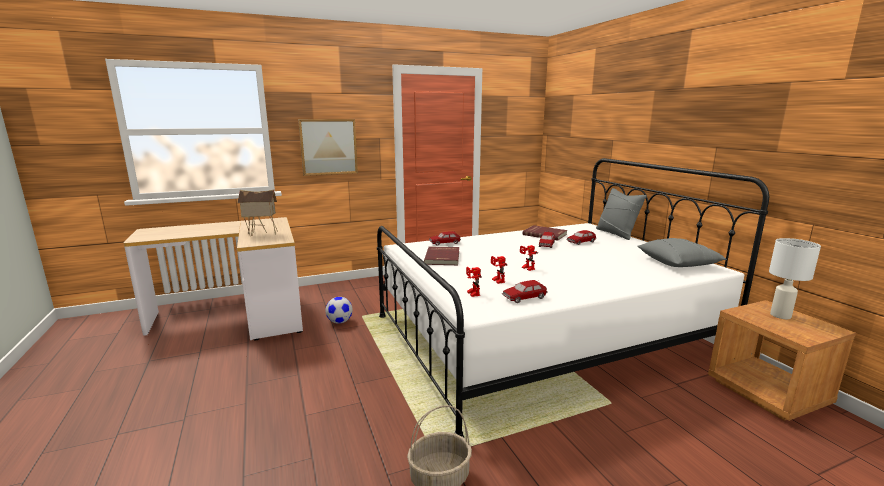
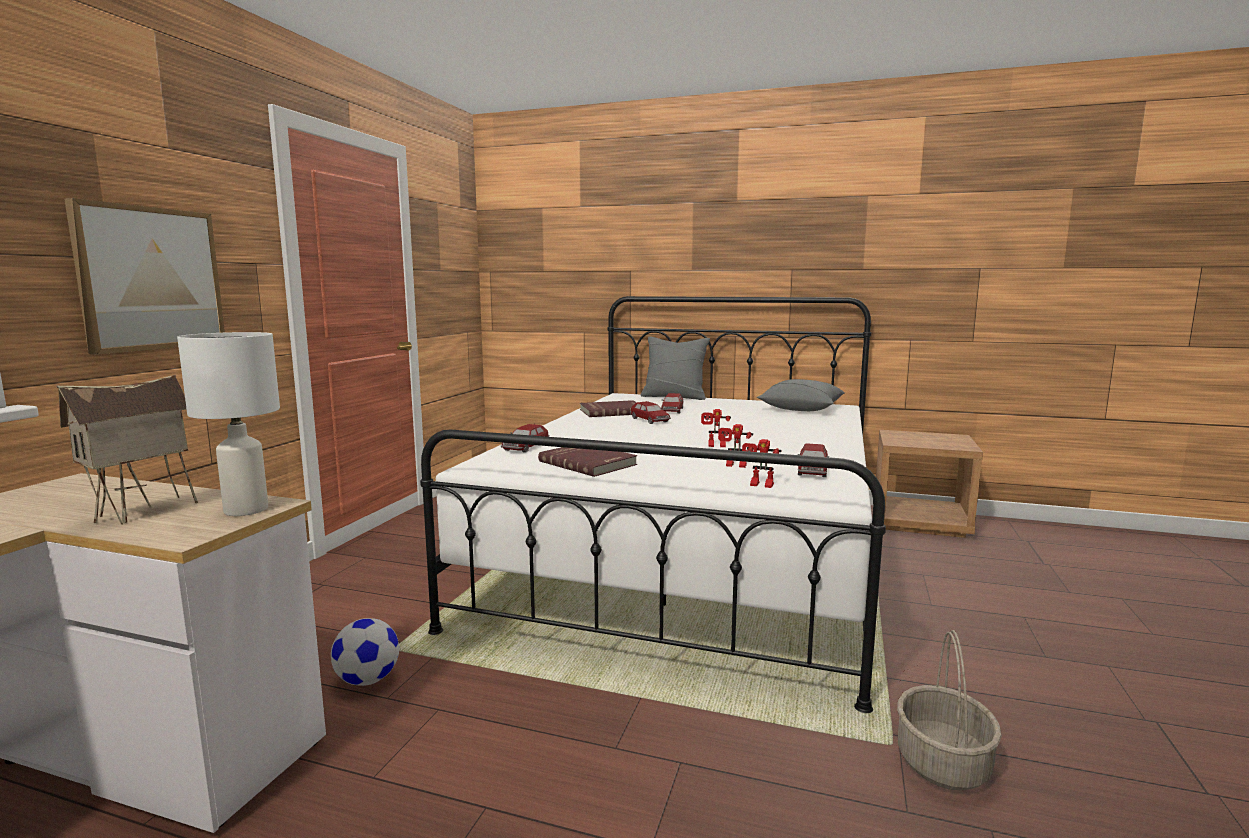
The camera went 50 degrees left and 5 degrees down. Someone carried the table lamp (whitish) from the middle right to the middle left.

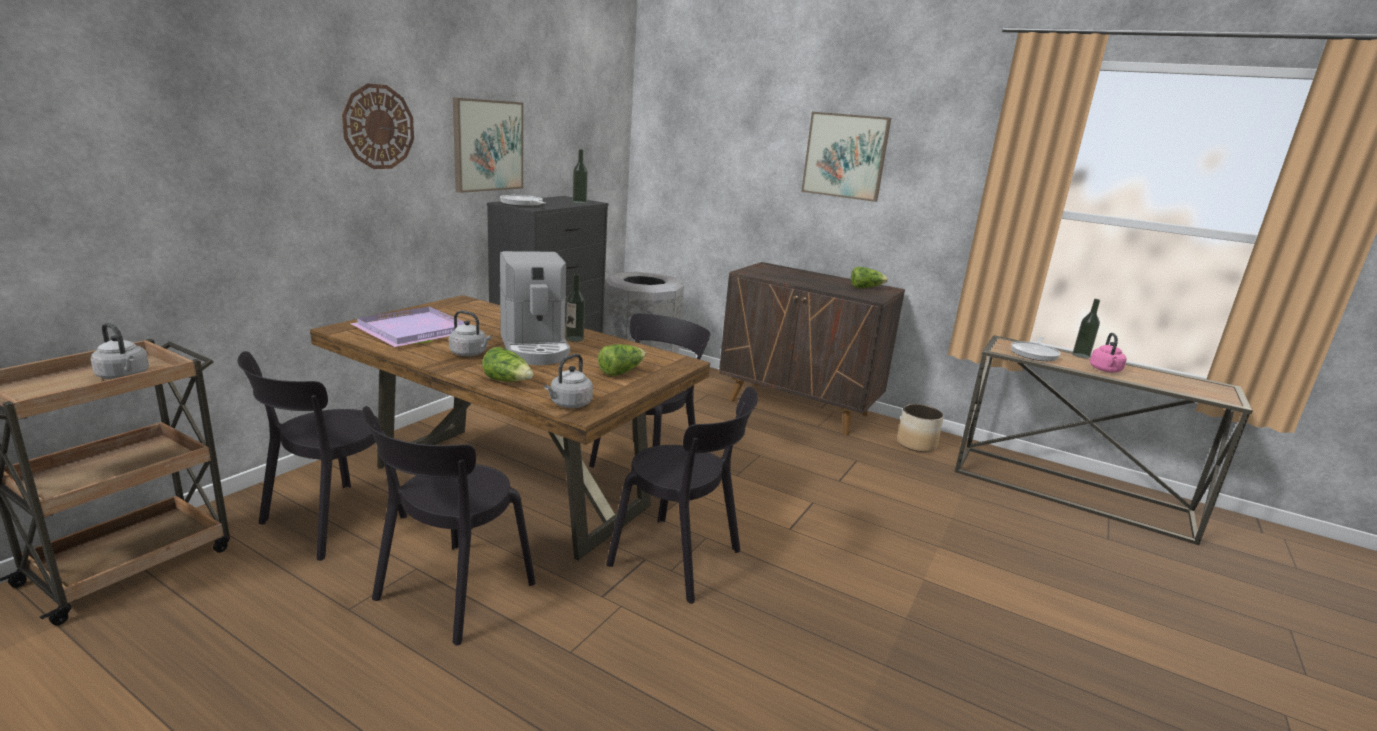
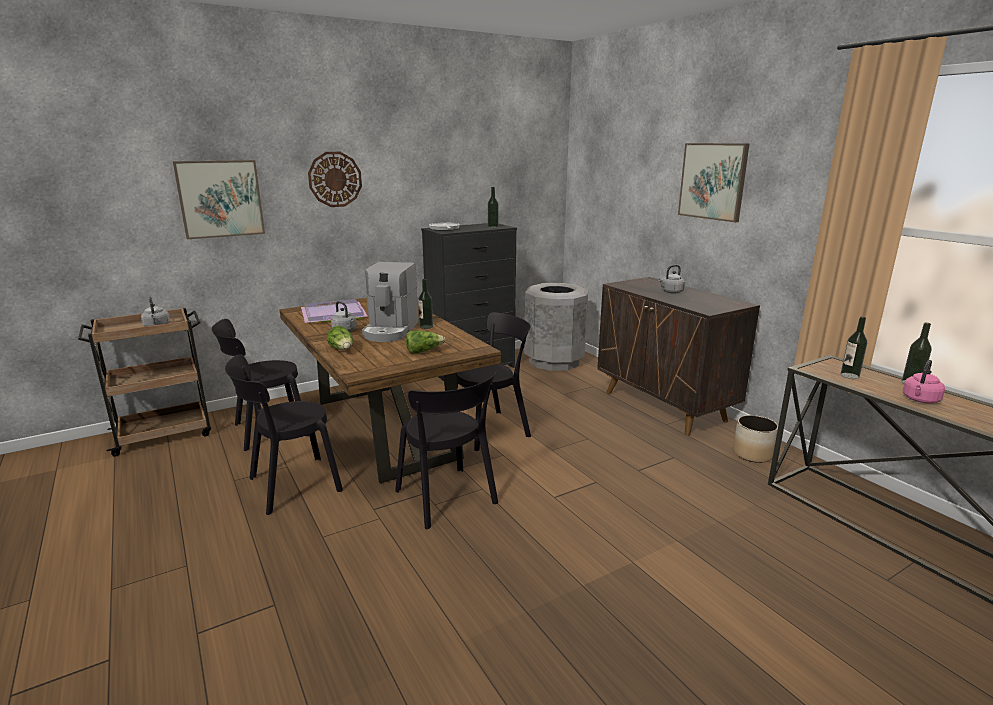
The camera went 30 degrees right and 0 degrees up. Someone took away the head of lettuce (3rd from left) at the centre. Someone carried the picture (1st from left) from the top centre to the top left. Someone carried the tea kettle (grey) (3rd from left) from the centre to the middle right. Someone swapped the pan (2nd from left) at the middle right for the bottle (3rd from left) at the middle right.

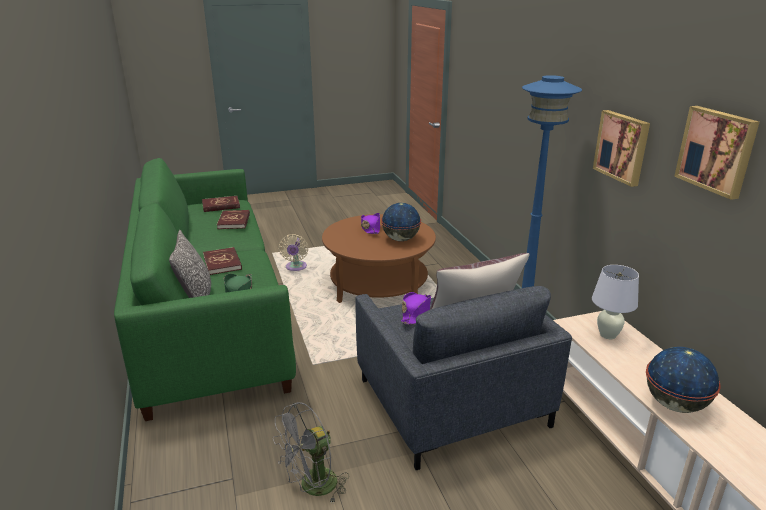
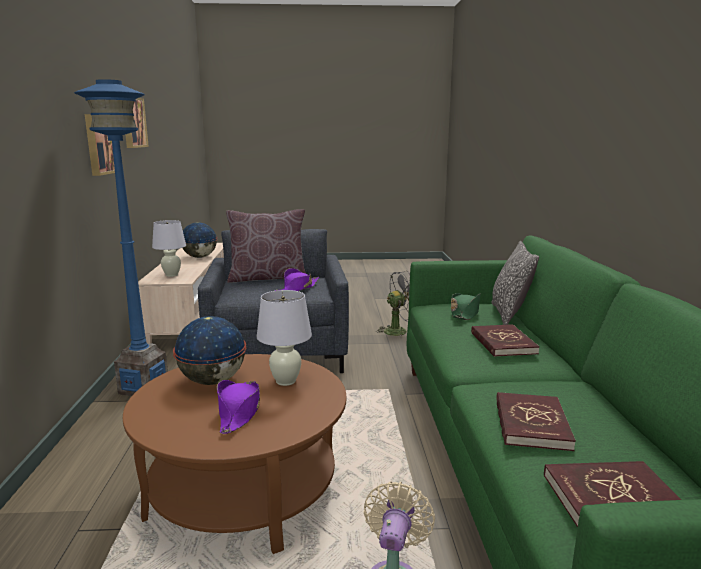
The camera went 165 degrees left and 10 degrees down. Someone put down the table lamp (whitish) (2nd from left) at the centre.

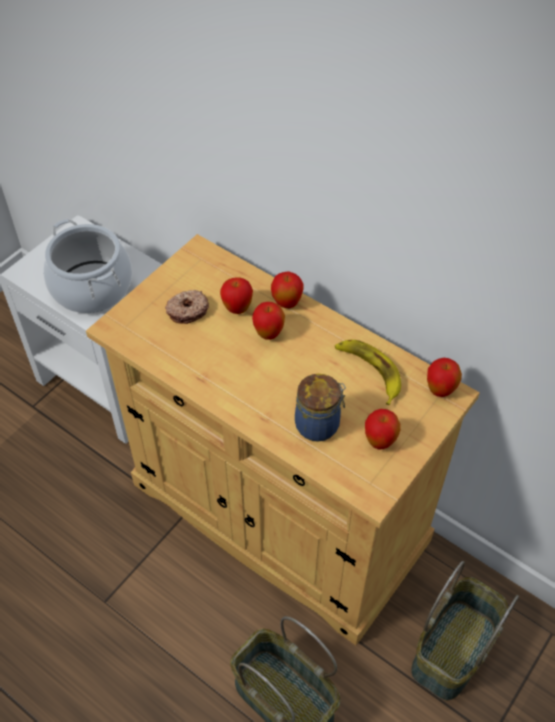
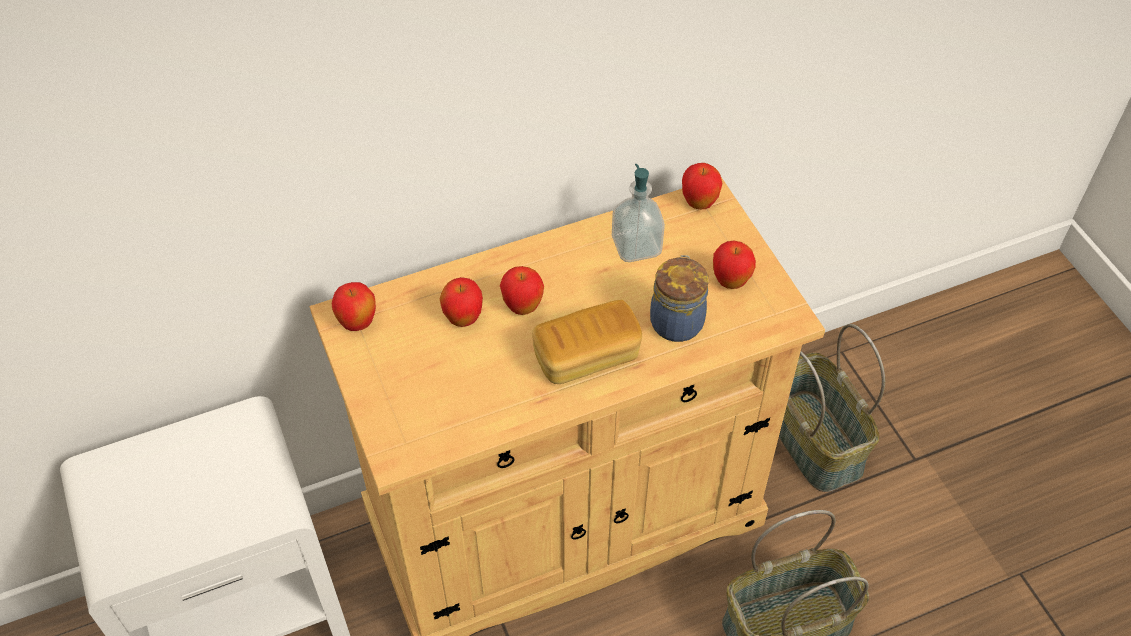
The camera went 60 degrees left and 0 degrees up. Someone took away the cooking pot at the middle left. Someone took away the donut at the centre. Someone put down the baked bread at the centre. Someone carried the whole apple (3rd from left in the first image) from the centre to the middle left. Someone swapped the banana at the centre for the soap dispenser at the centre.

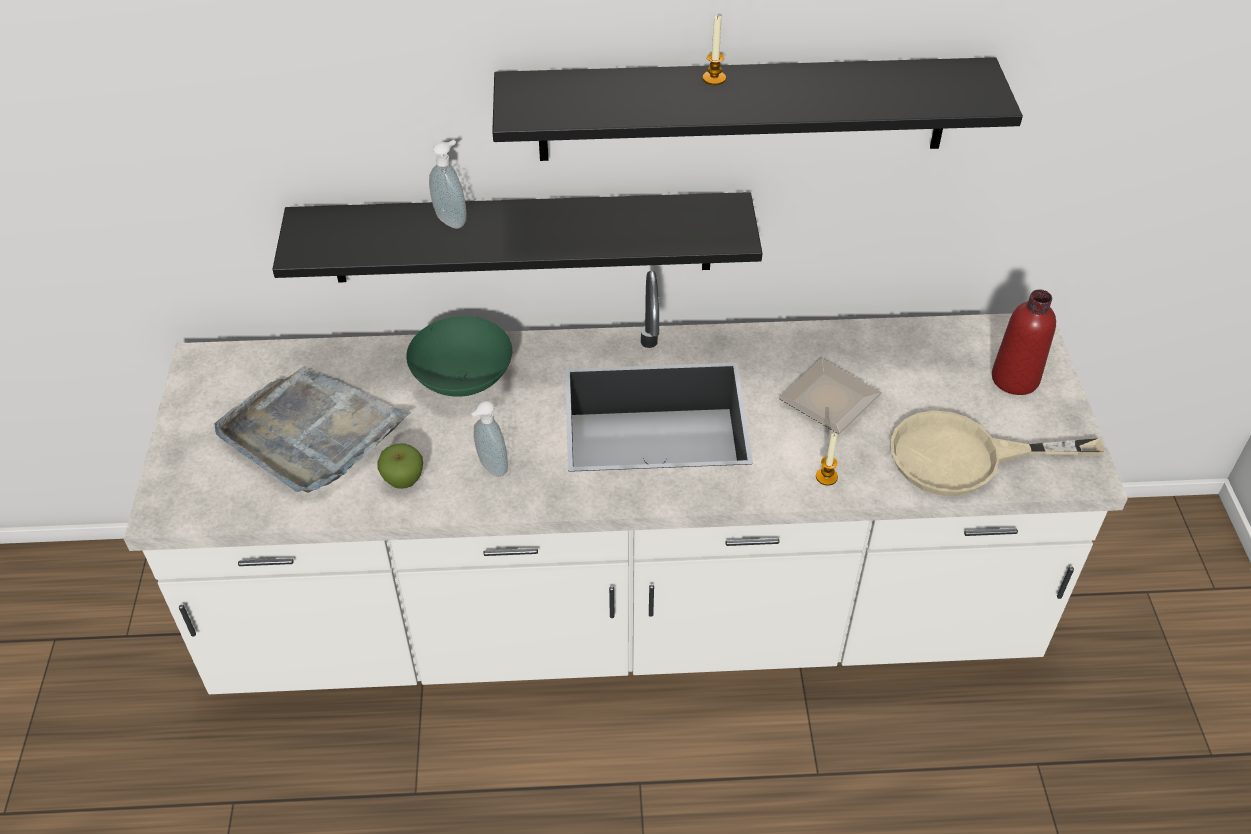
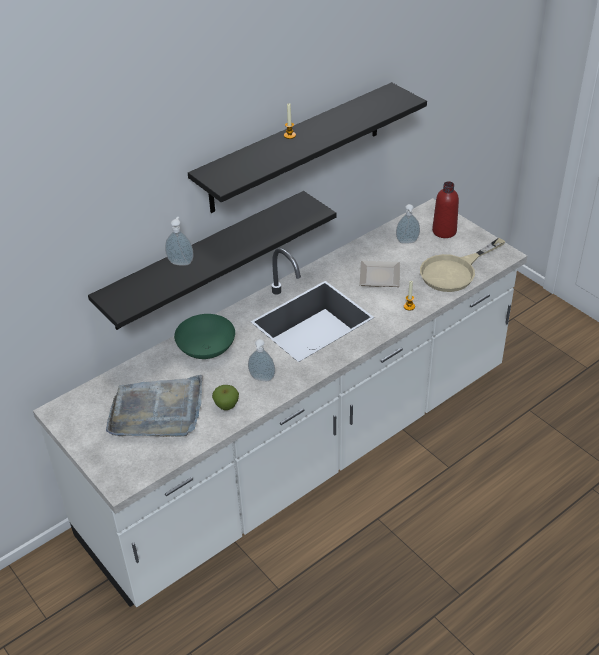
The camera went 35 degrees left and 5 degrees down. Someone put down the soap dispenser (3rd from left) at the middle right.

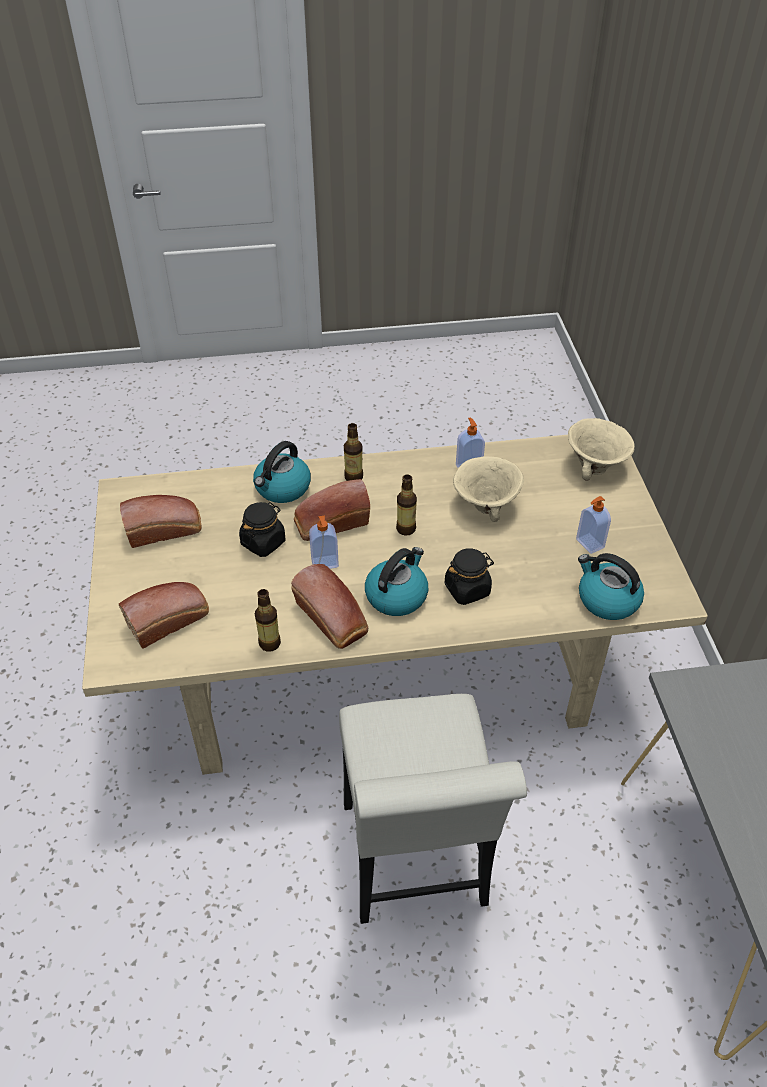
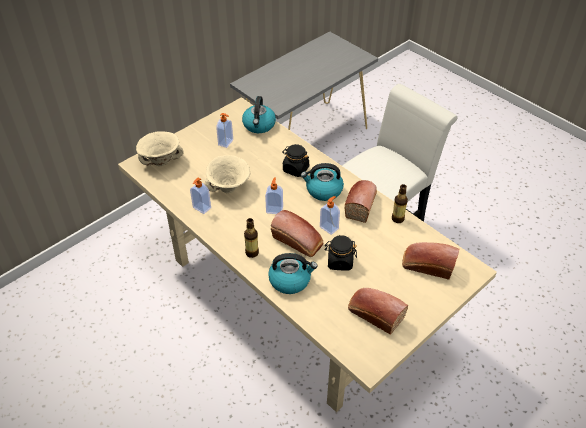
The camera went 125 degrees left and 0 degrees up. Someone swapped the bottle (3rd from left) at the centre for the soap dispenser (3rd from left) at the centre.

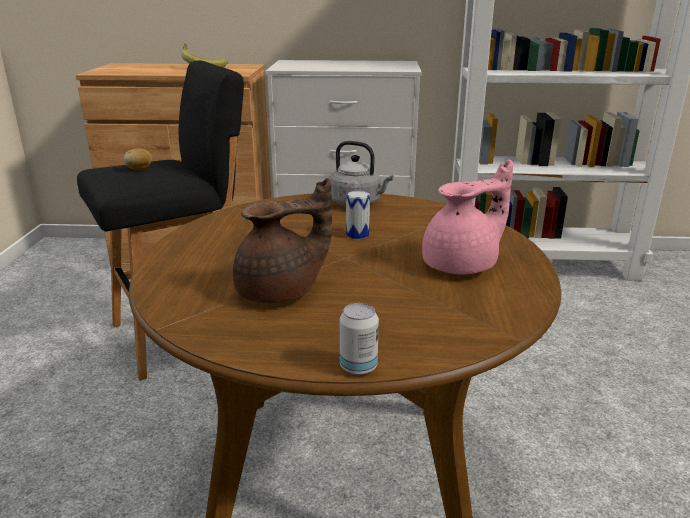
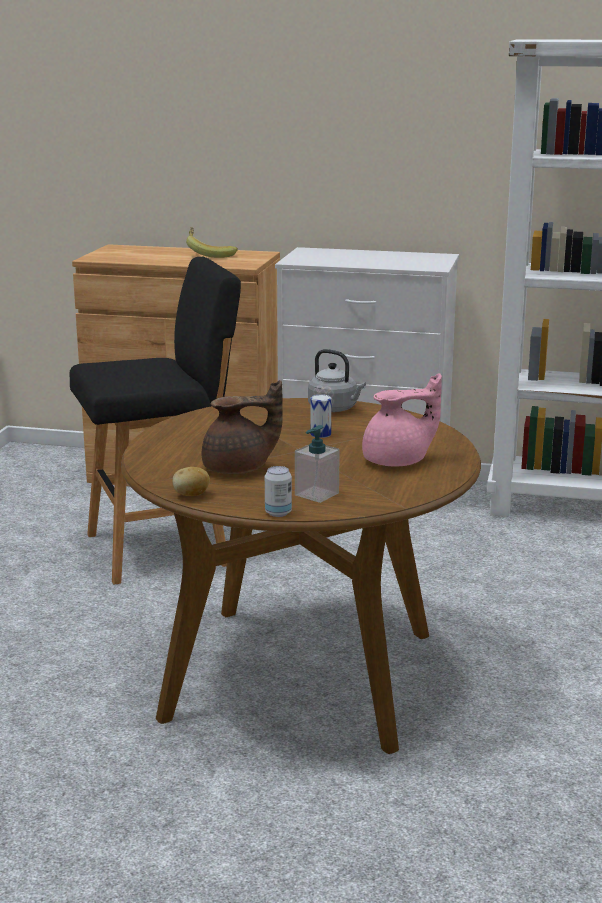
The camera went 10 degrees right and 5 degrees down. Someone put down the soap dispenser at the centre. Someone carried the whole potato from the top left to the middle left.

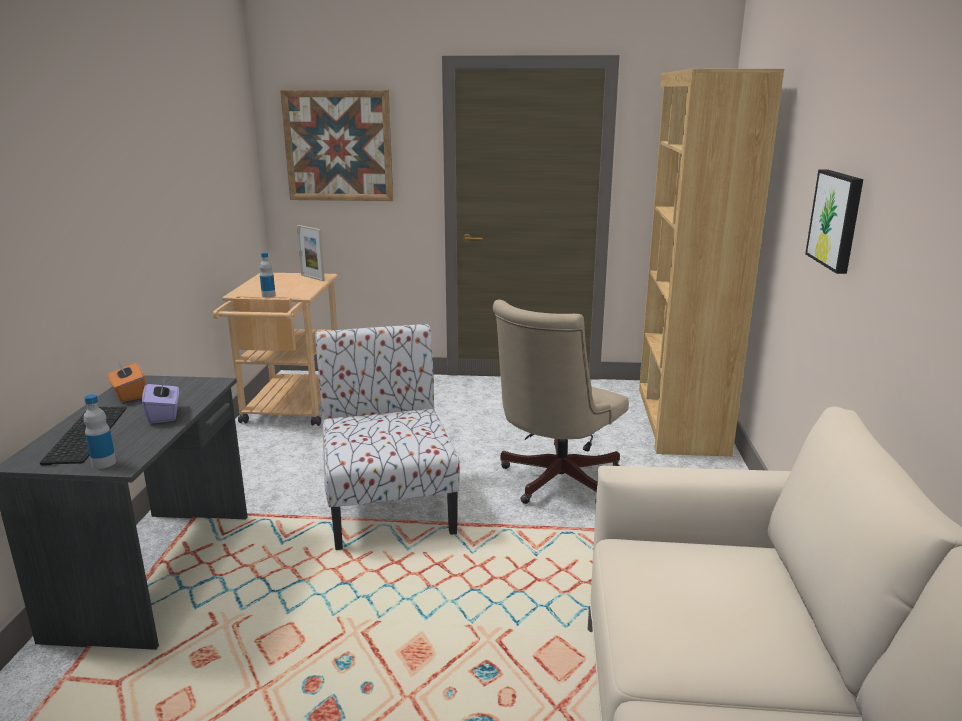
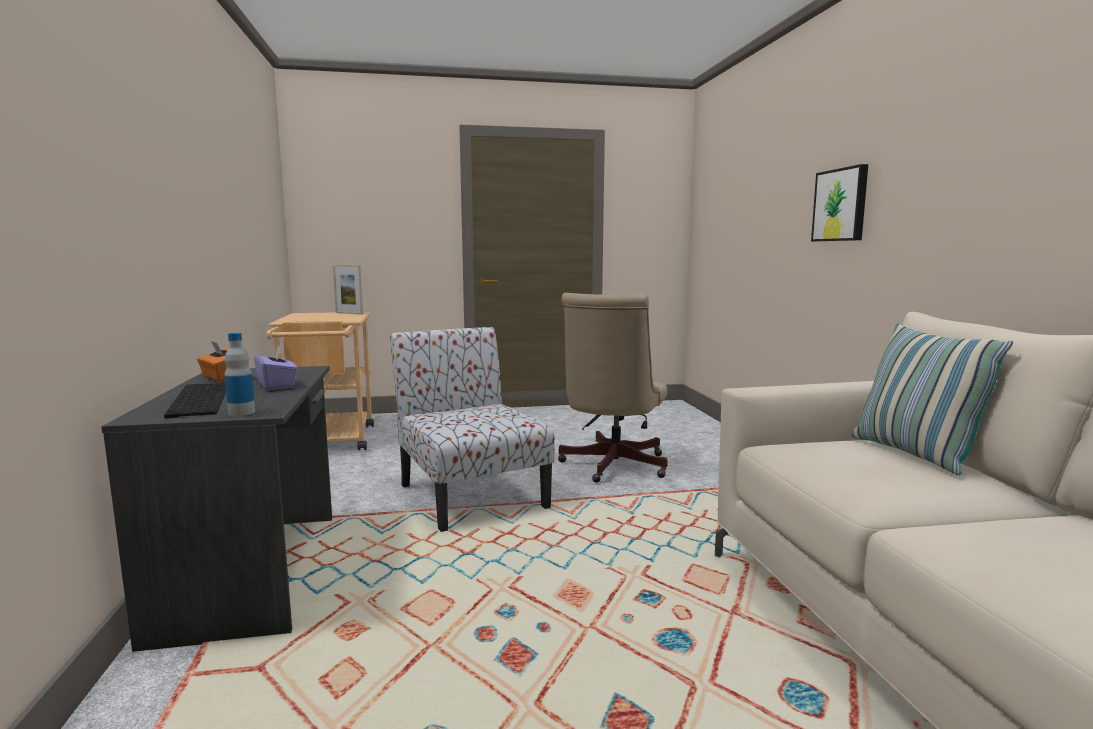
The camera went 15 degrees left and 10 degrees down. Someone took away the bottle (2nd from left) at the middle left. Someone took away the picture (1st from left) at the top centre. Someone took away the bookshelf (brown-coloured) at the middle right. Someone put down the throw pillow at the middle right.

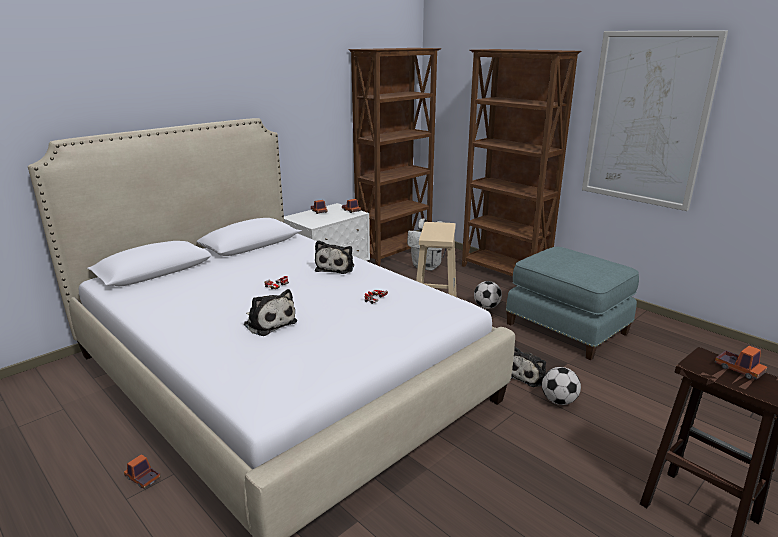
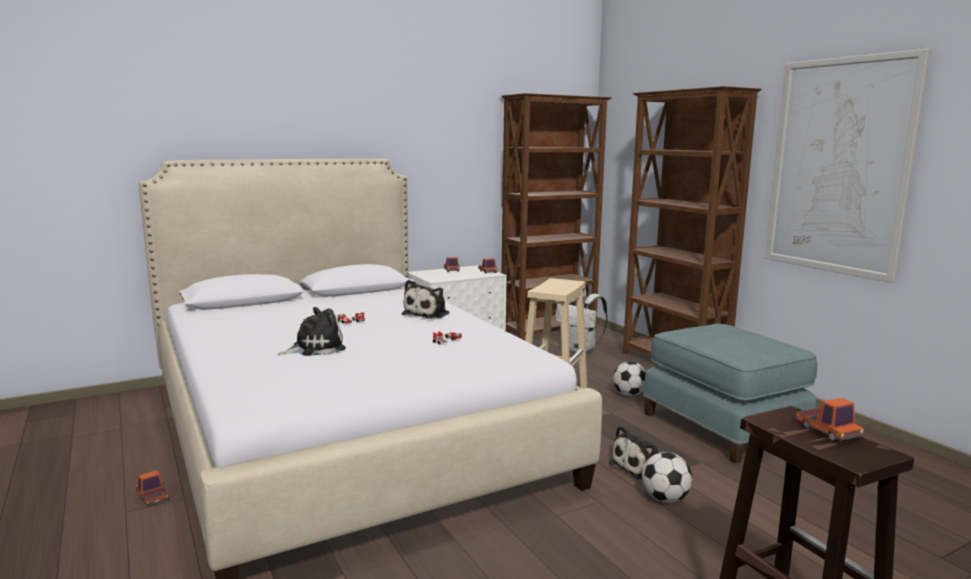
The camera went 15 degrees right and 10 degrees down. Someone rotated the soft toy (1st from left) at the centre by 90 degrees counterclockwise.

